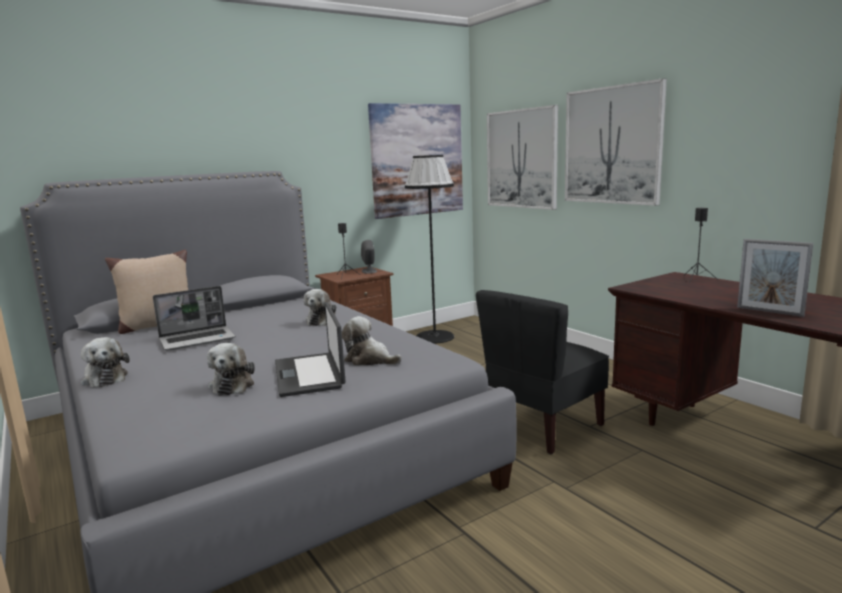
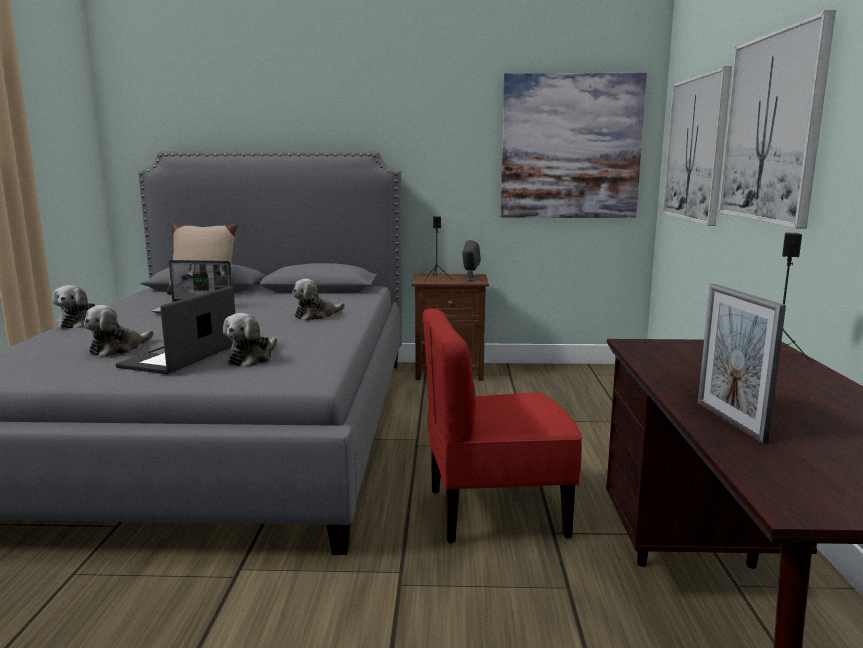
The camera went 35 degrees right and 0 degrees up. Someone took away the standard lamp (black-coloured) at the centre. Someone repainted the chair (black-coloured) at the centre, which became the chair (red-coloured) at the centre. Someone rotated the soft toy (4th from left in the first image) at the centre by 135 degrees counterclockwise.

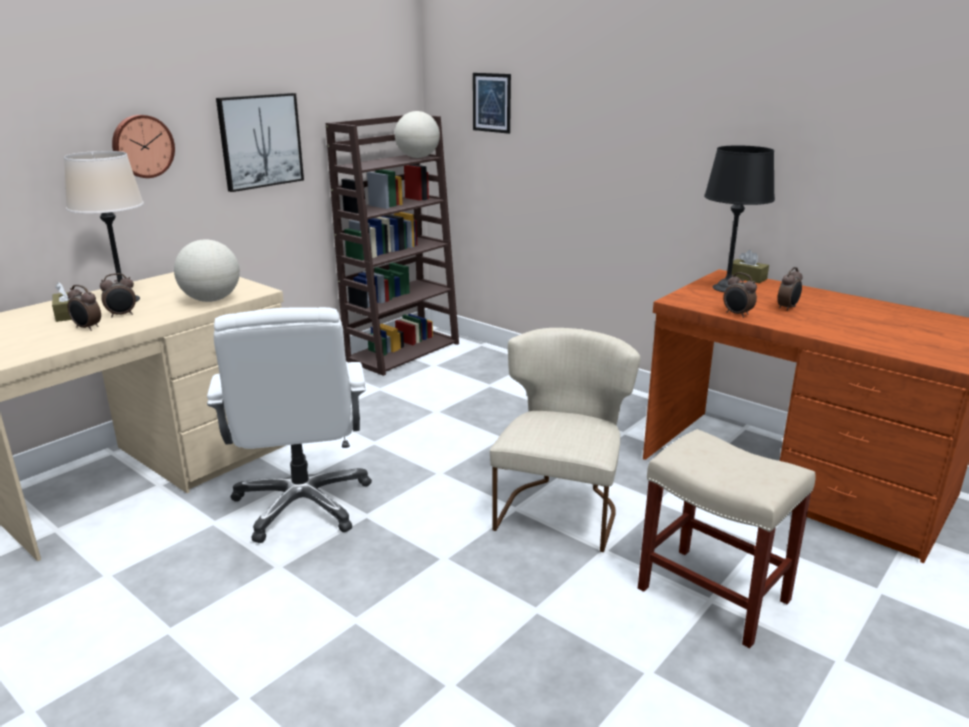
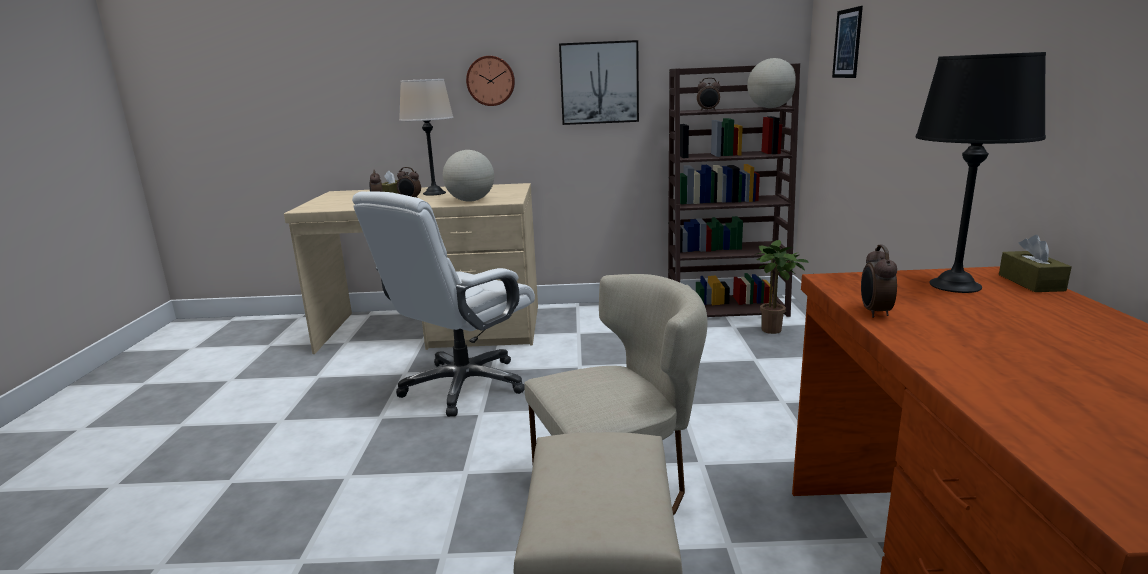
The camera went 50 degrees right and 5 degrees down. Someone put down the houseplant at the middle right. Someone carried the bedside clock (4th from left in the first image) from the middle right to the top centre.

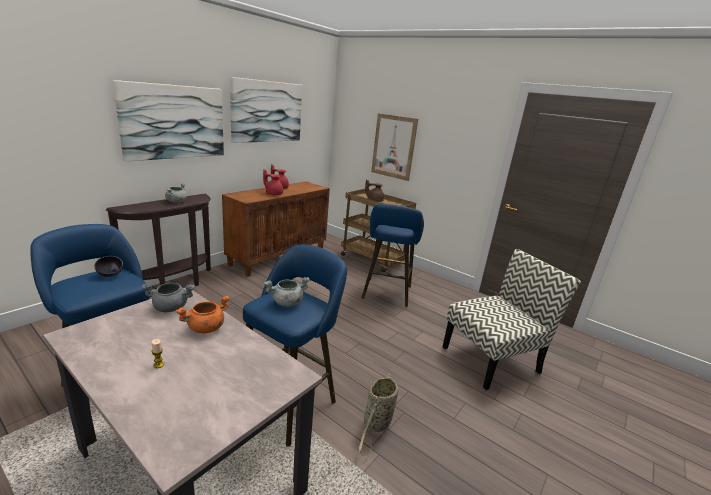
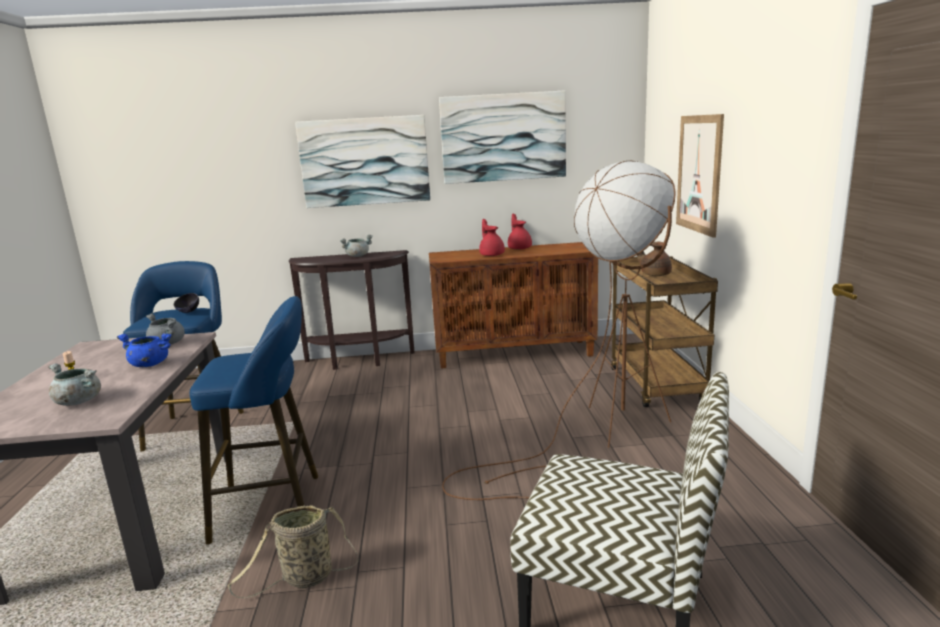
The camera went 50 degrees right and 5 degrees down. Someone carried the cooking pot (grey) (3rd from left in the first image) from the centre to the middle left. Someone swapped the stool seat (blue-coloured) (3rd from left) at the centre for the standard lamp (brown-coloured) at the centre. Someone repainted the cooking pot (orangey) at the middle left, which became the cooking pot (blue-coloured) at the middle left.

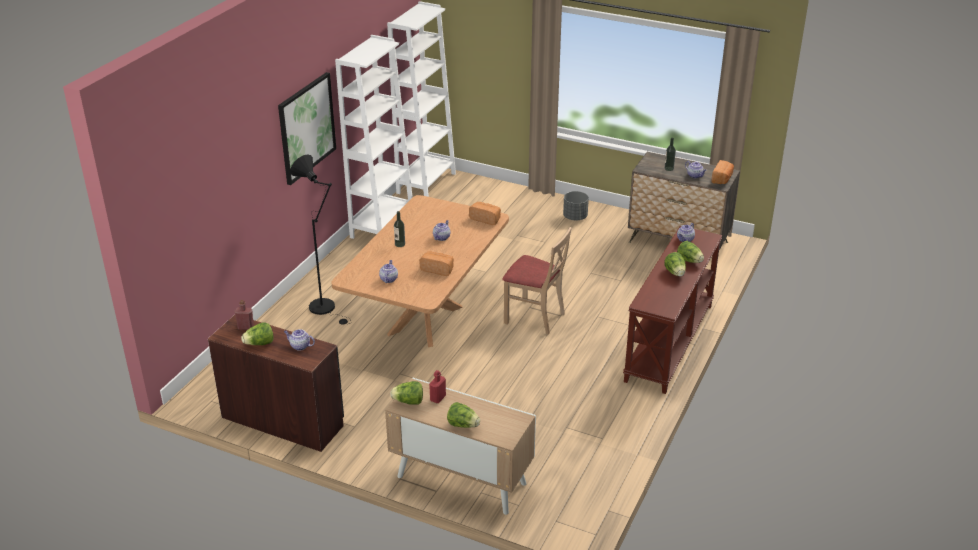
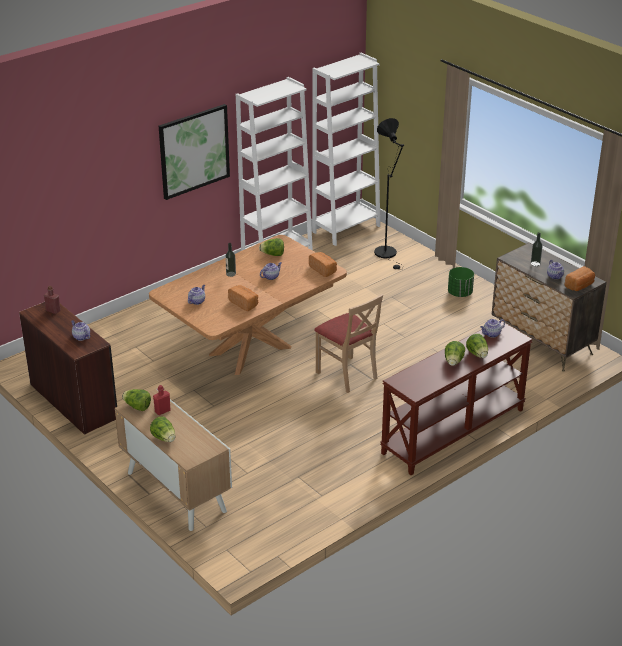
The camera went 25 degrees right and 0 degrees up. Someone carried the head of lettuce (1st from left in the first image) from the middle left to the centre. Someone carried the standard lamp (black-coloured) from the middle left to the top centre. Someone repainted the planter (grey) at the centre, which became the planter (green) at the middle right.

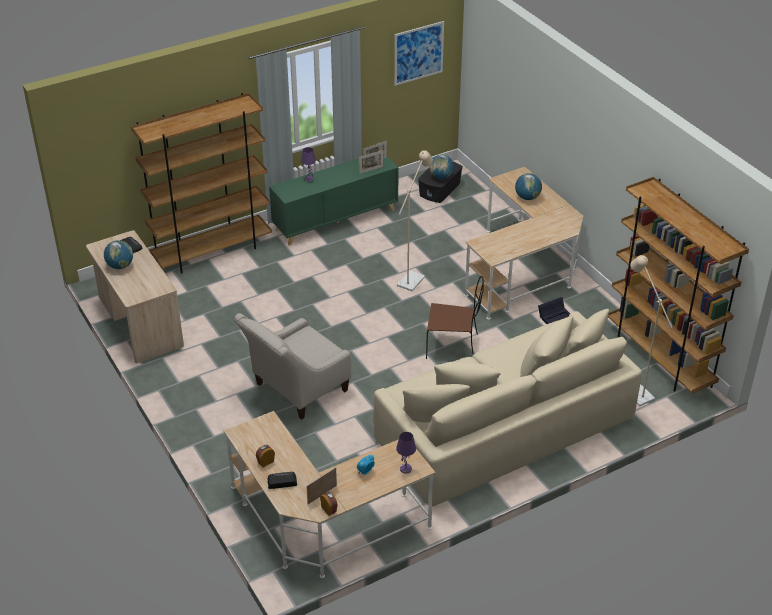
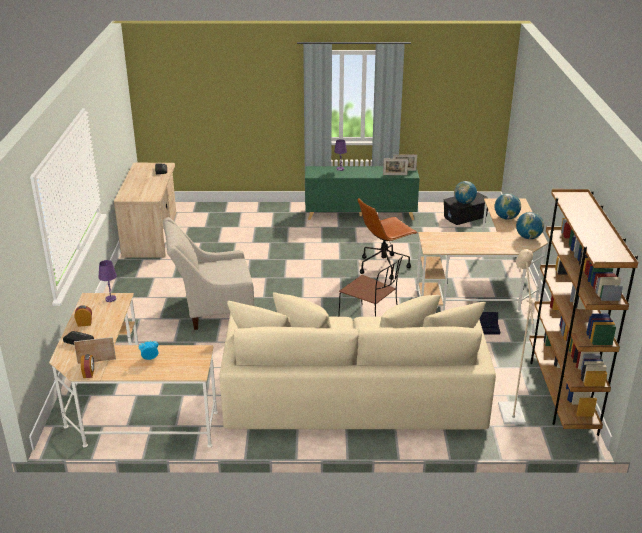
The camera went 30 degrees right and 10 degrees down. Someone took away the bookshelf (brown-coloured) (1st from left) at the top left. Someone took away the picture at the top centre. Someone carried the globe (1st from left in the first image) from the middle left to the middle right. Someone carried the table lamp (purplish) (2nd from left in the first image) from the bottom centre to the middle left. Someone swapped the standard lamp (beige-coloured) (1st from left) at the centre for the computer chair (brown-coloured) at the centre.

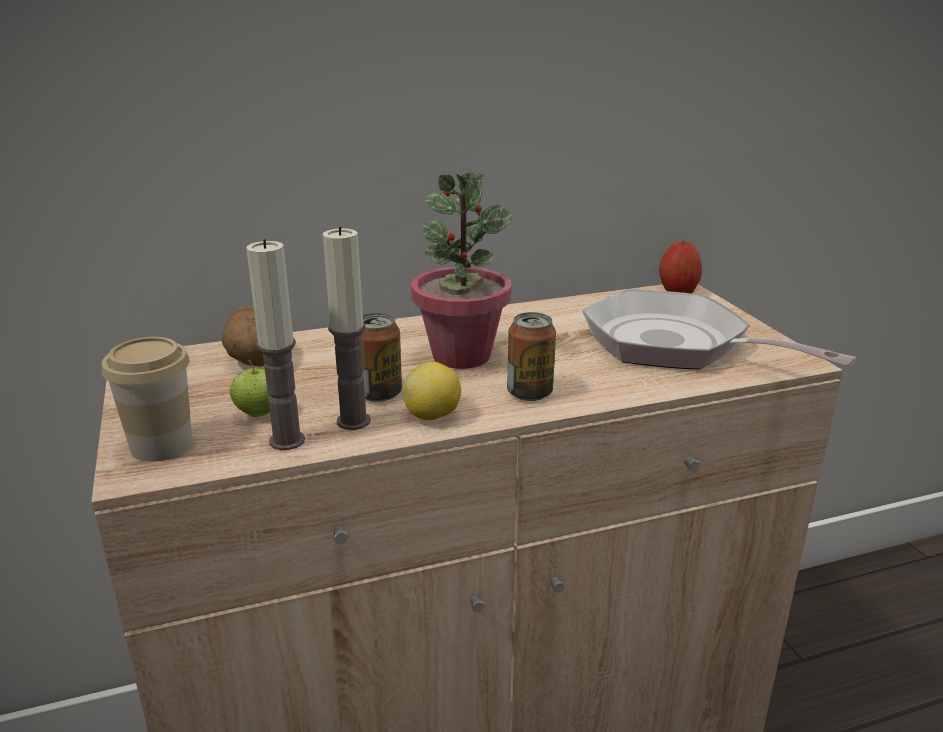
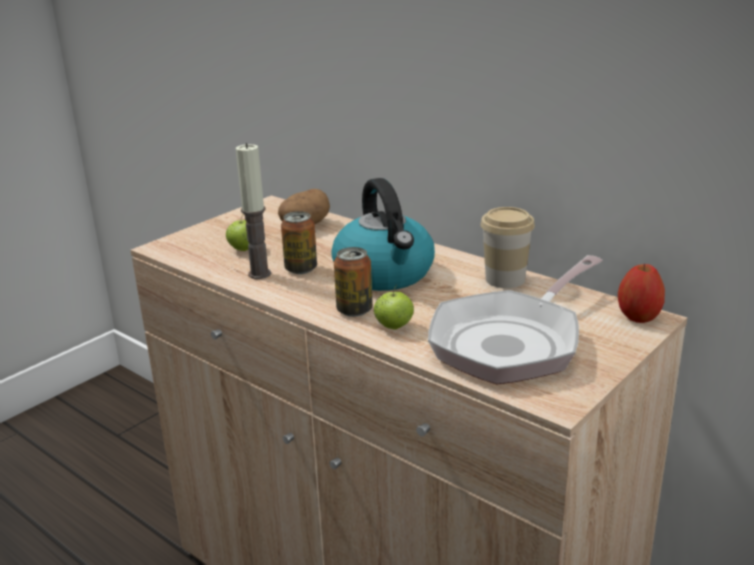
The camera went 60 degrees right and 0 degrees up. Someone took away the wax candle (1st from left) at the middle left. Someone took away the lemon at the centre. Someone put down the whole apple (2nd from left) at the centre. Someone carried the drinking cup from the middle left to the middle right. Someone swapped the houseplant at the centre for the tea kettle at the centre. Someone rotated the pan at the middle right by 150 degrees counterclockwise.

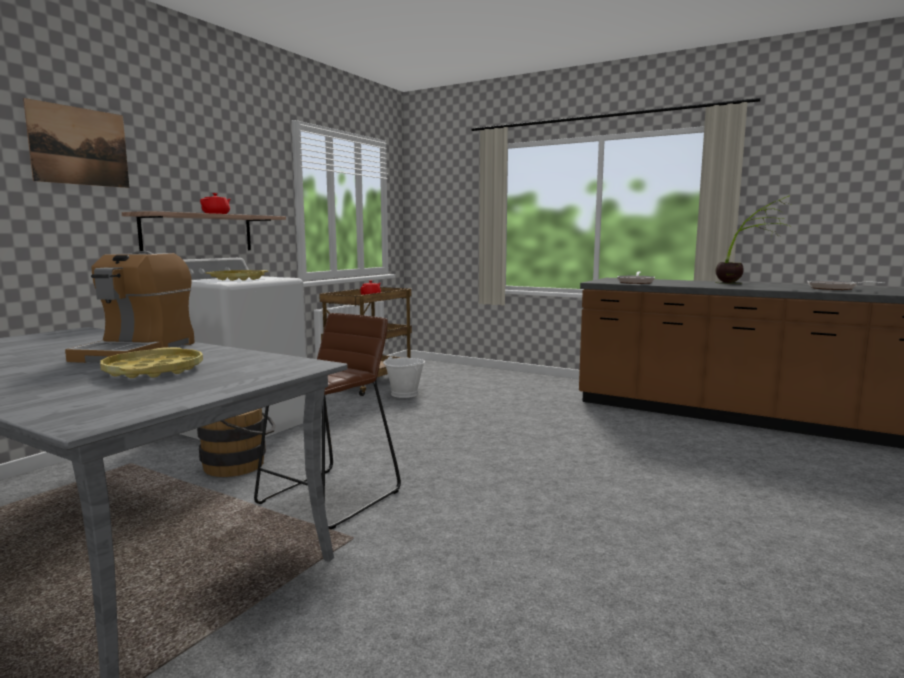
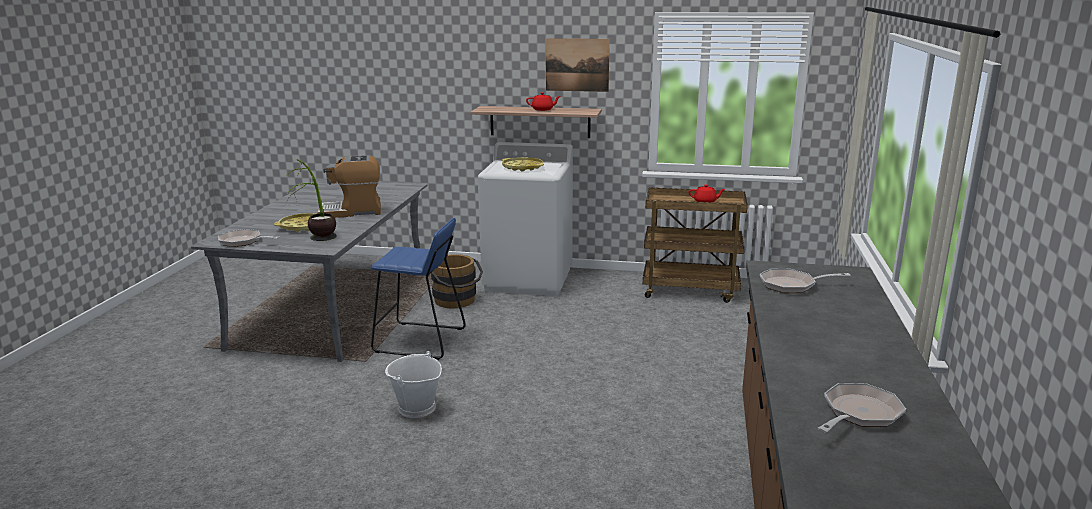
The camera went 70 degrees right and 10 degrees up. Someone put down the pan (1st from left) at the middle left. Someone carried the picture from the top left to the top centre. Someone carried the water bucket (whitish) from the centre to the bottom centre. Someone carried the houseplant from the middle right to the middle left. Someone repainted the stool seat (brown-coloured) at the centre, which became the stool seat (blue-coloured) at the centre.

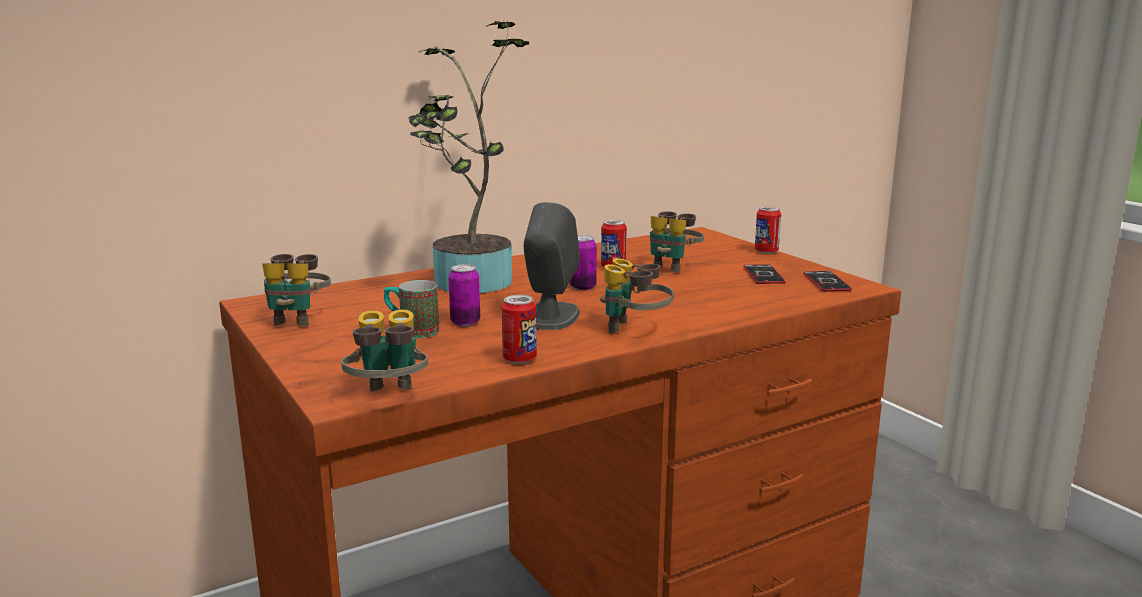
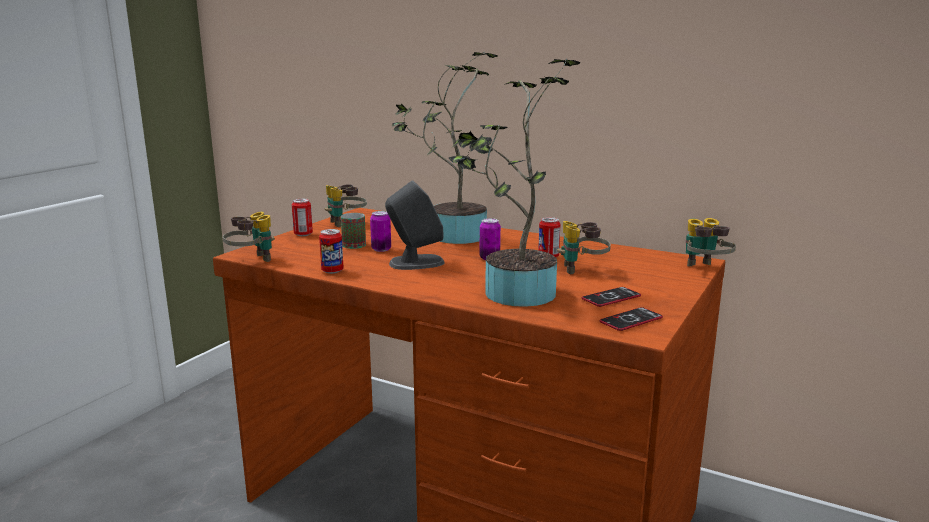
The camera went 60 degrees right and 0 degrees up. Someone put down the houseplant (2nd from left) at the centre. Someone carried the field glasses (3rd from left in the first image) from the centre to the middle right. Someone carried the can (5th from left in the first image) from the middle right to the middle left.

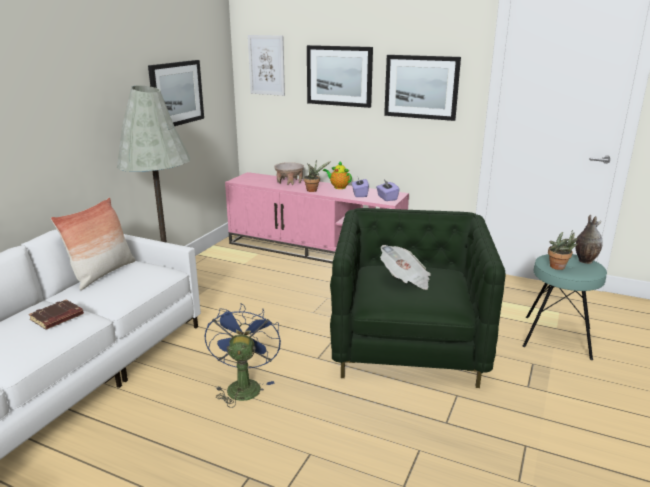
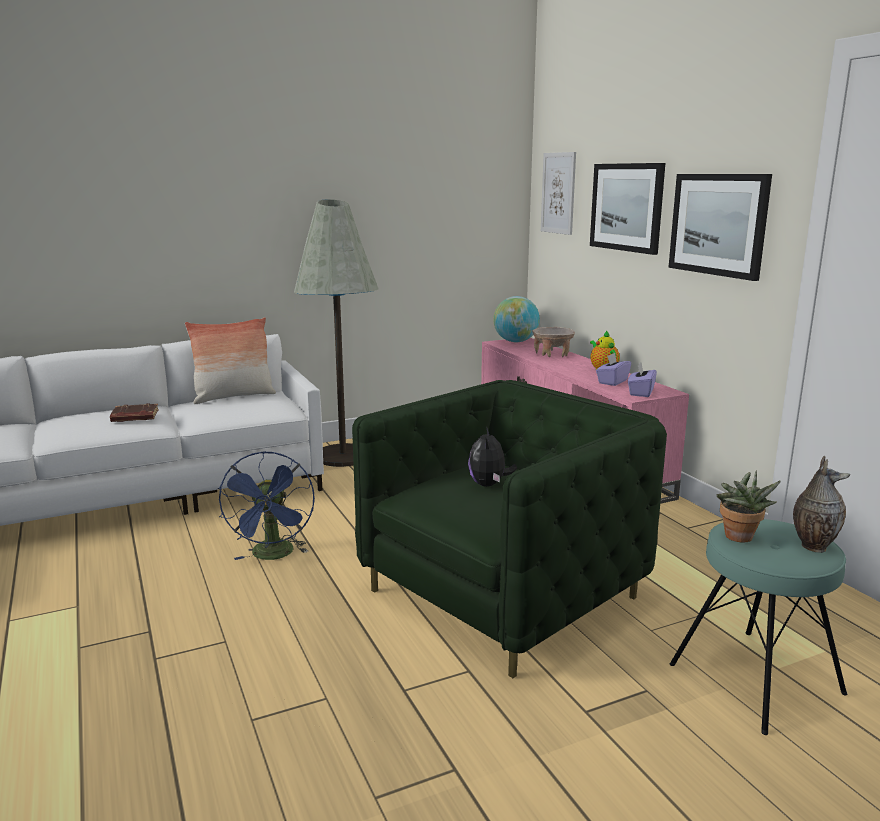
The camera went 40 degrees right and 5 degrees down. Someone took away the picture (1st from left) at the top left. Someone took away the houseplant (1st from left) at the centre. Someone put down the globe at the centre. Someone swapped the newspaper at the centre for the soft toy at the centre. Someone rotated the electric fan (blue-coloured) at the bottom centre by 135 degrees clockwise.

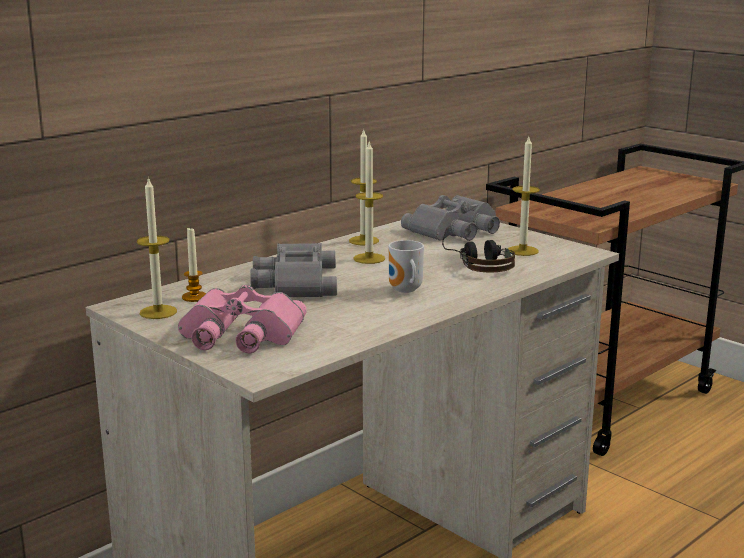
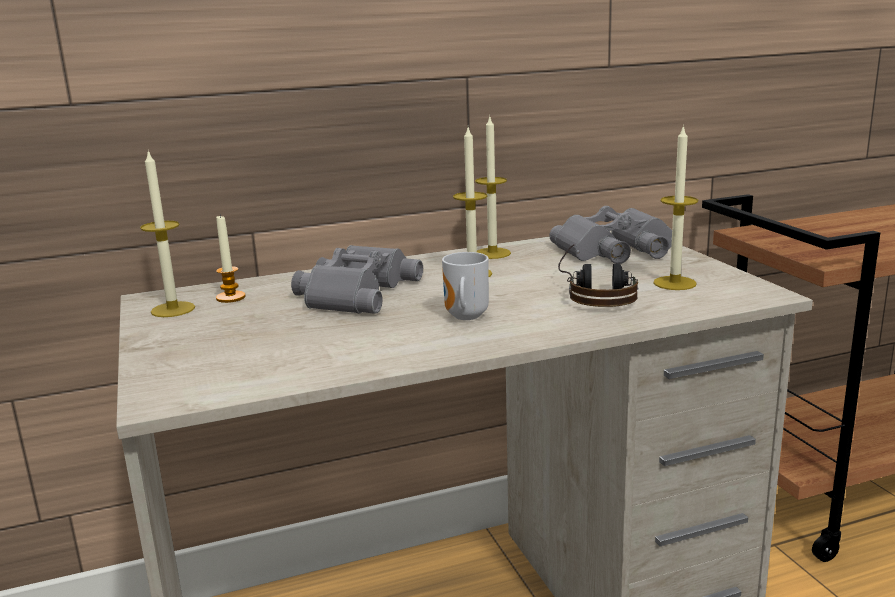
The camera went 25 degrees right and 0 degrees up. Someone took away the field glasses (pink) at the middle left.

